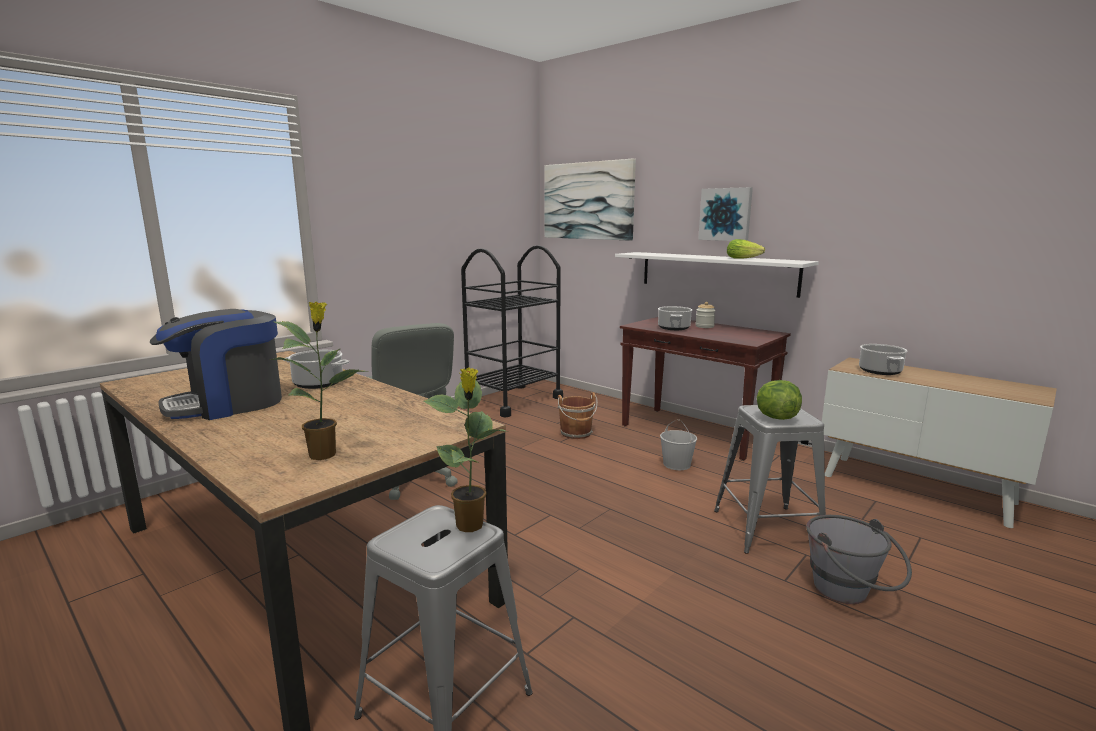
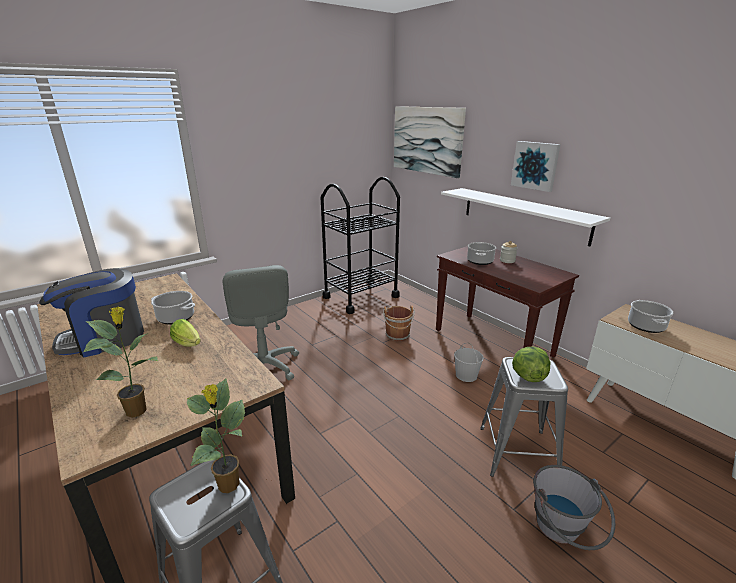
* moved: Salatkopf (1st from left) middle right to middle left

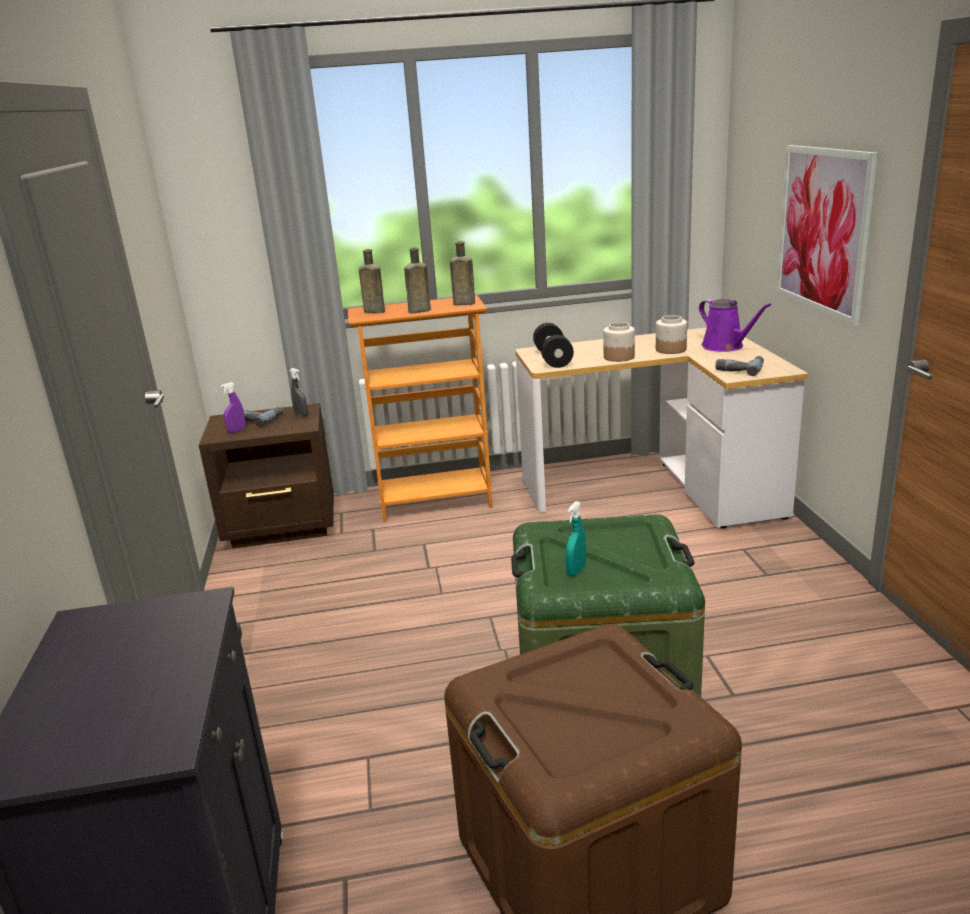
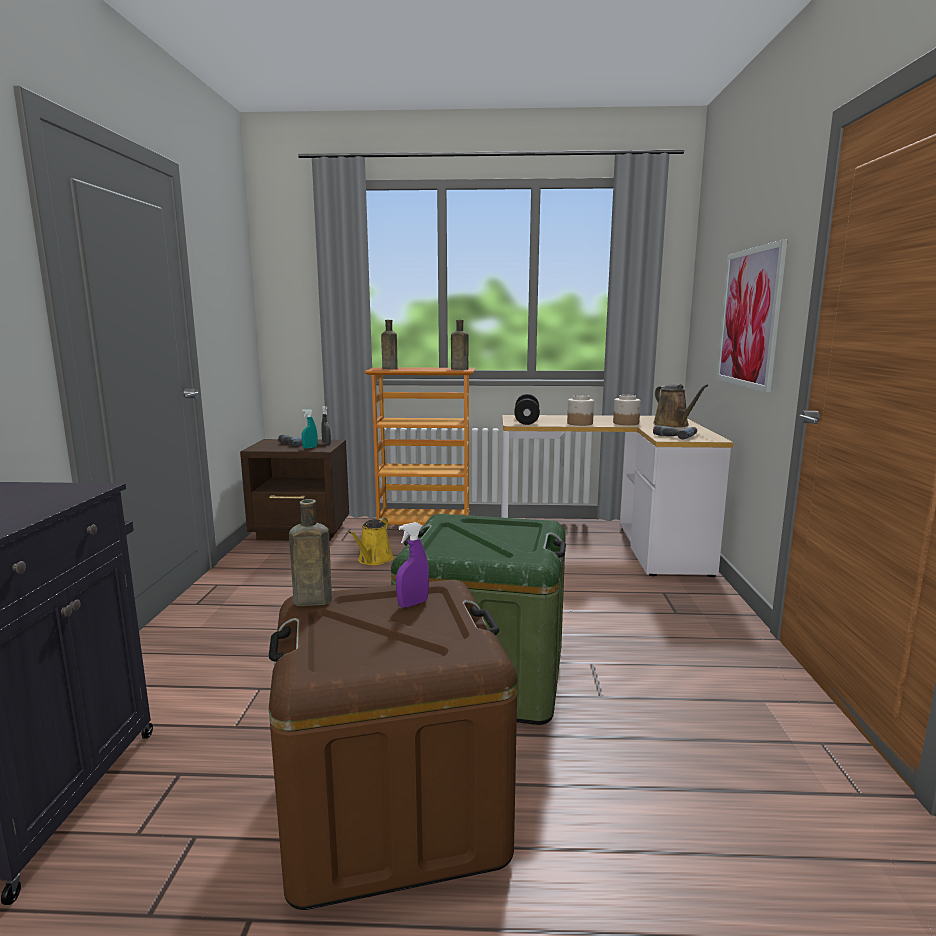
* moved: Flasche/braun (2nd from left in the first image) top centre to Flasche/braun (1st from left) middle left
* recoloured: Gießkanne/lila middle right to Gießkanne/braun middle right
* moved: Sprühflasche/lila middle left to centre
* moved: Sprühflasche/türkis centre to middle left
* added: Gießkanne/gelb centre

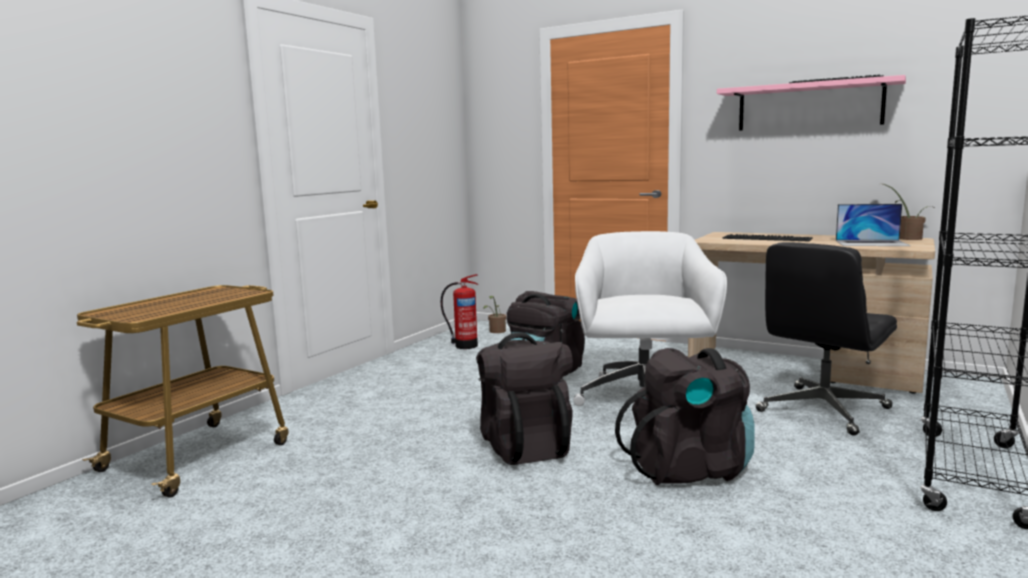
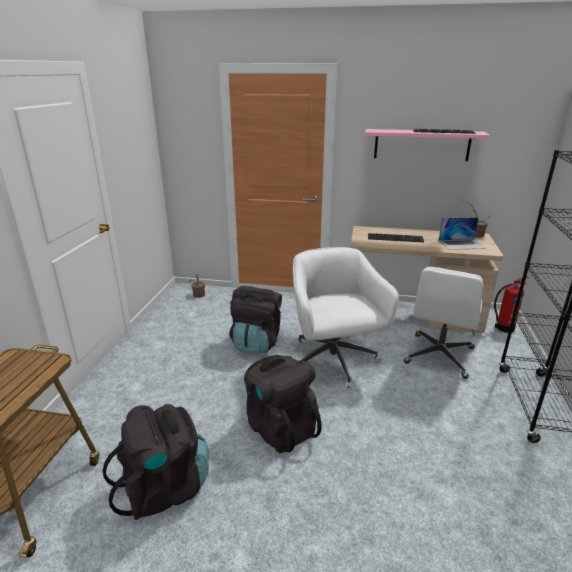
* recoloured: Bürostuhl/schwarz middle right to Bürostuhl/weiß (2nd from left) middle right
* moved: Feuerlöscher centre to middle right
* moved: Rucksack/schwarz (3rd from left in the first image) bottom centre to Rucksack/schwarz (1st from left) bottom left

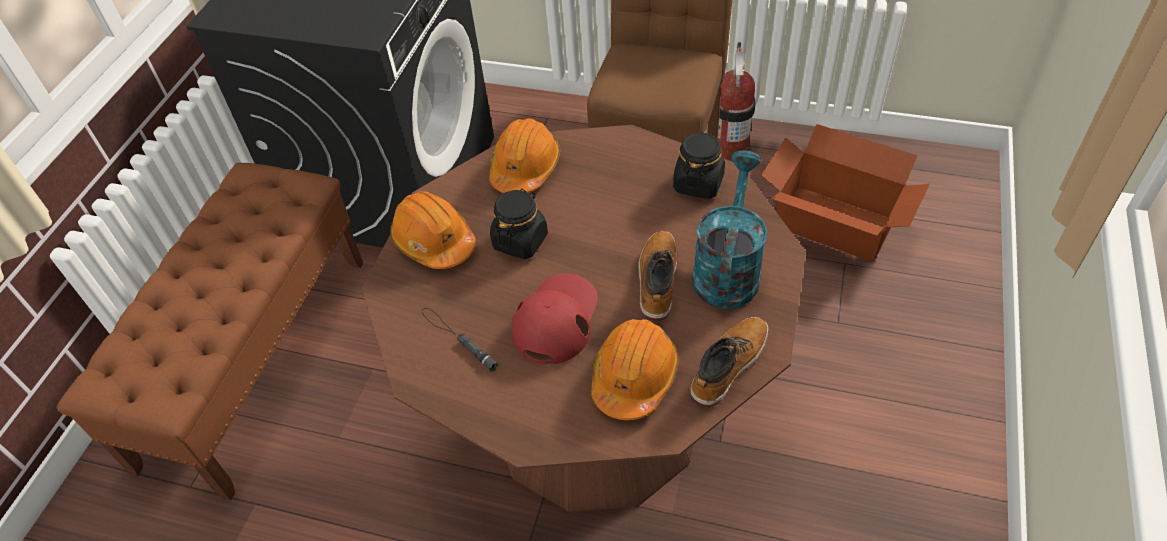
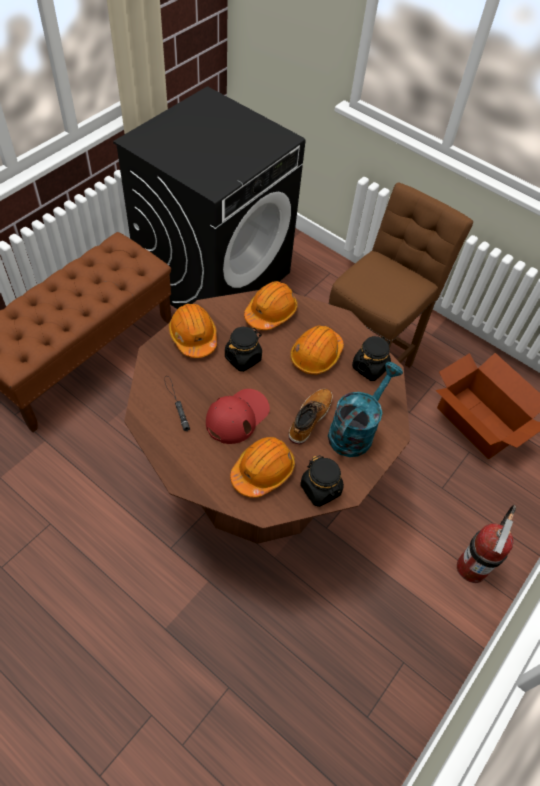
* moved: Feuerlöscher top centre to bottom right
* replaced: Stiefel (2nd from left) bottom centre to Vorratsglas/schwarz (2nd from left) centre
* added: Schutzhelm/orange (4th from left) centre

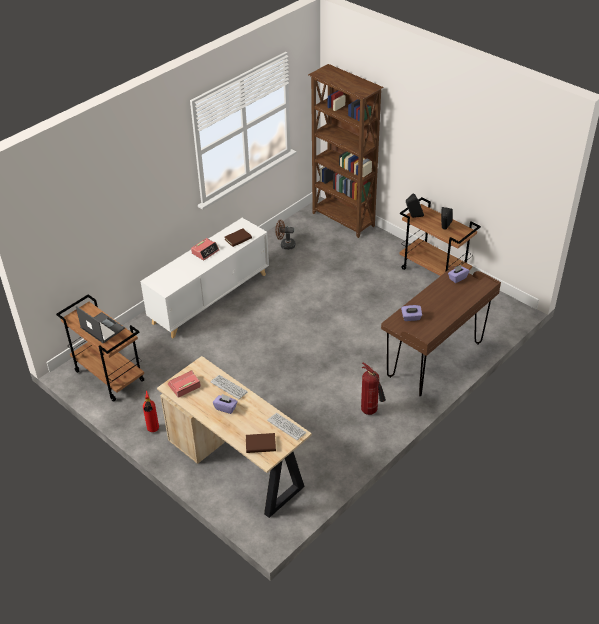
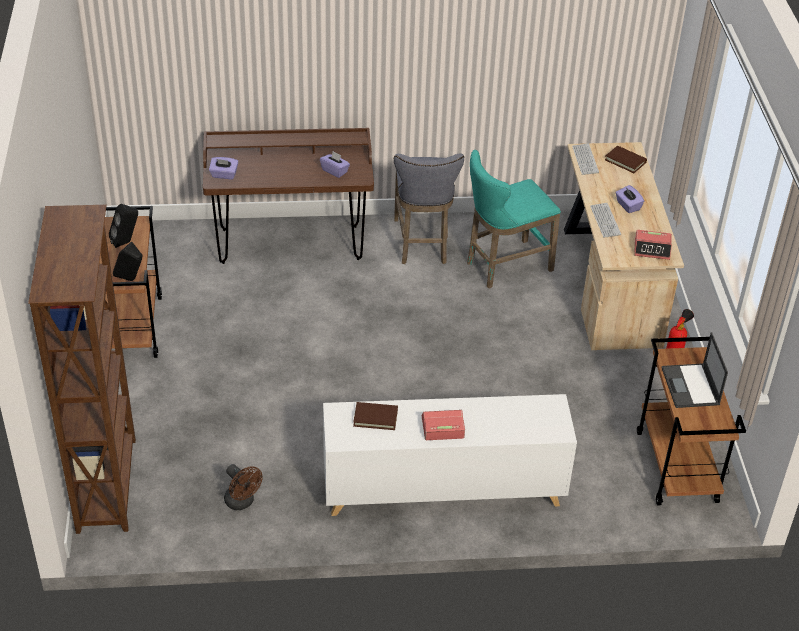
* replaced: Feuerlöscher (2nd from left) centre to Hocker/grau top centre
* added: Hocker/türkis centre

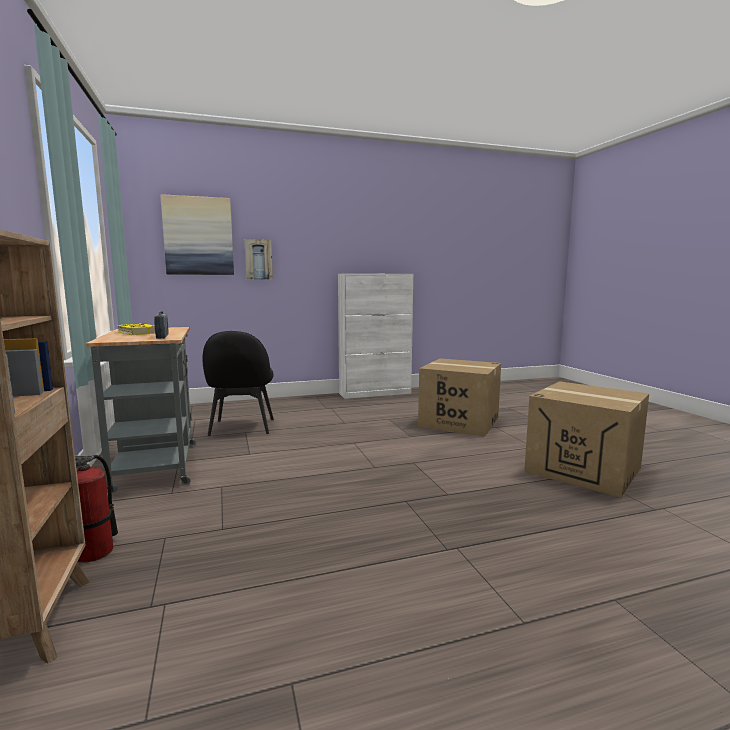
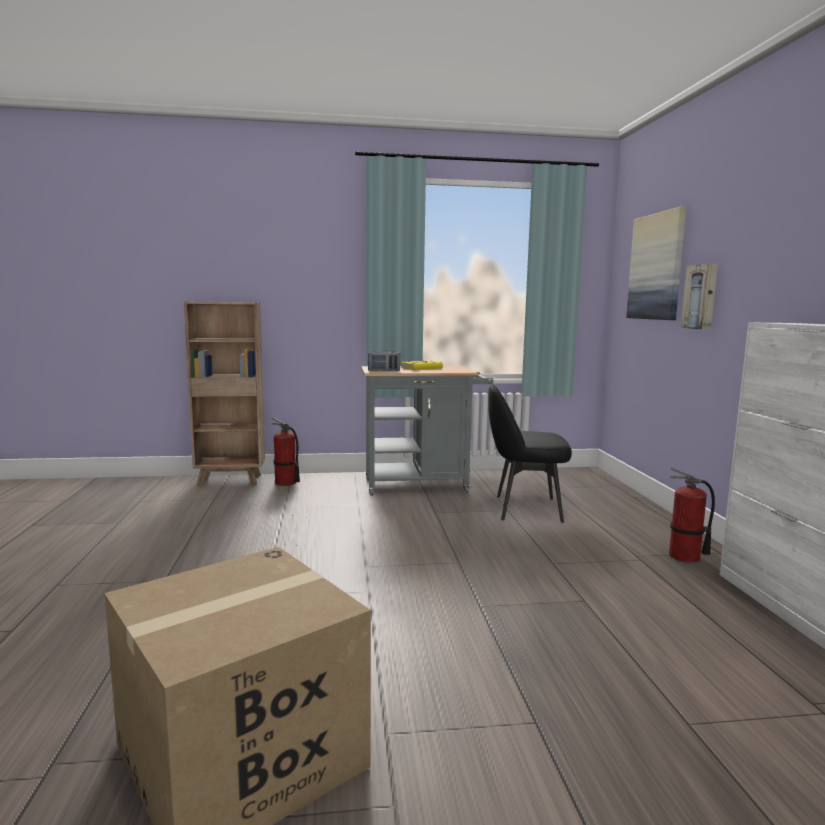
* removed: Karton (1st from left) centre
* added: Feuerlöscher (2nd from left) middle right

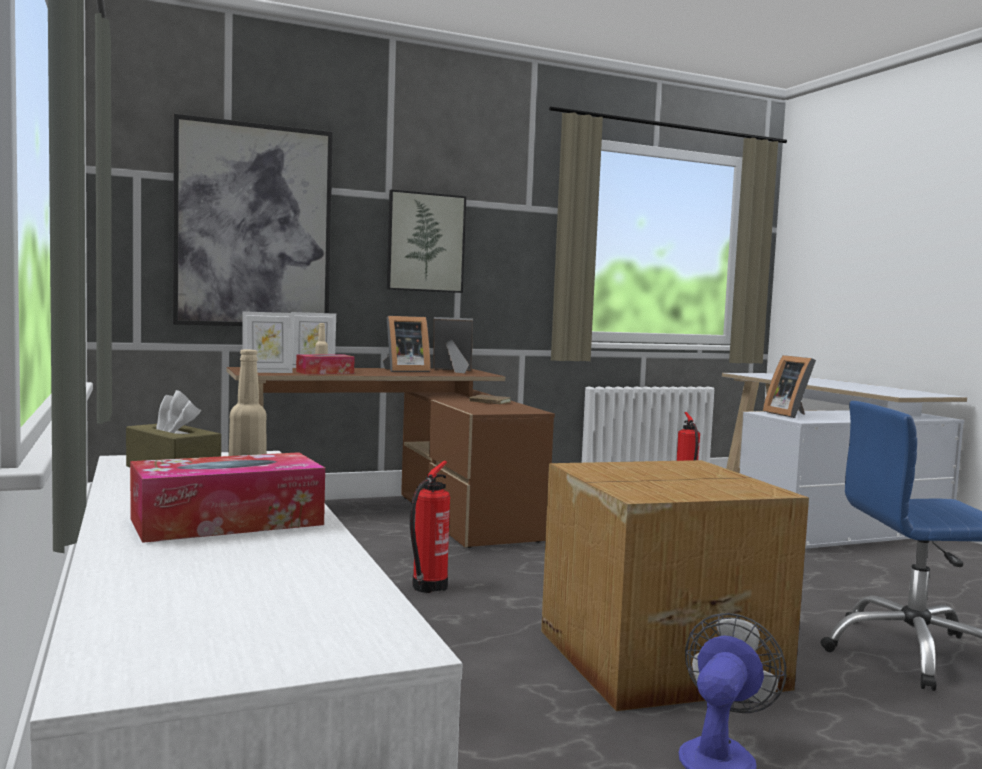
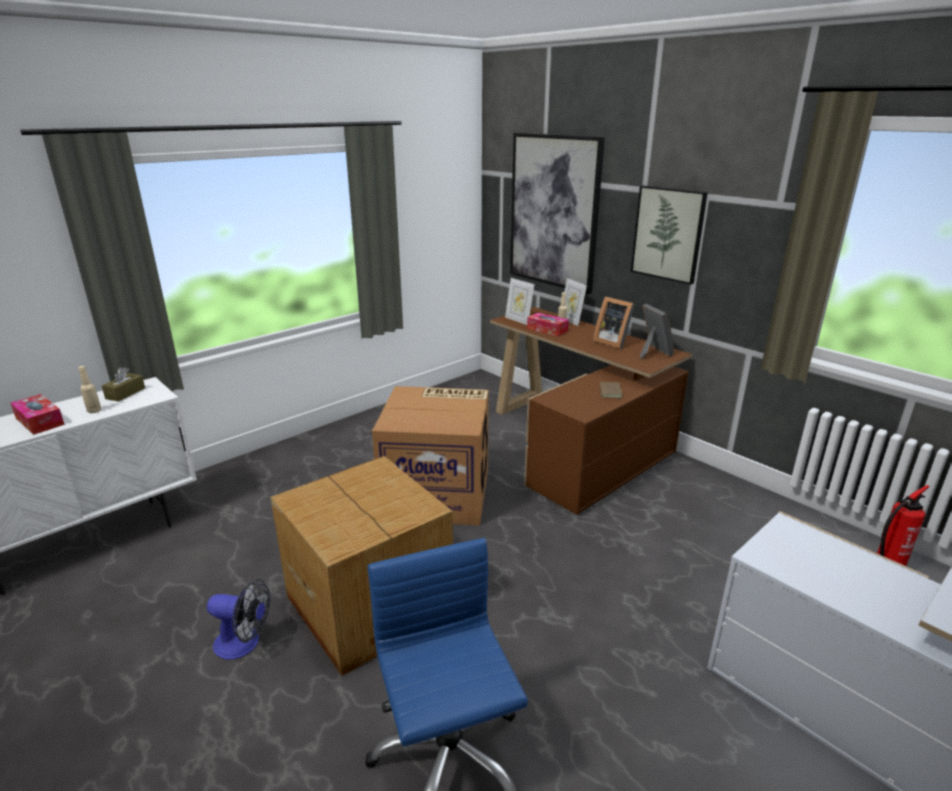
* removed: Bilderrahmen (5th from left) middle right
* replaced: Feuerlöscher (1st from left) bottom centre to Karton (2nd from left) centre

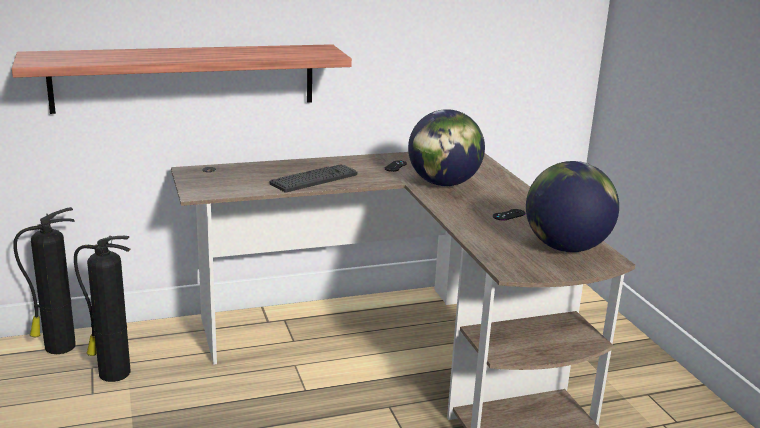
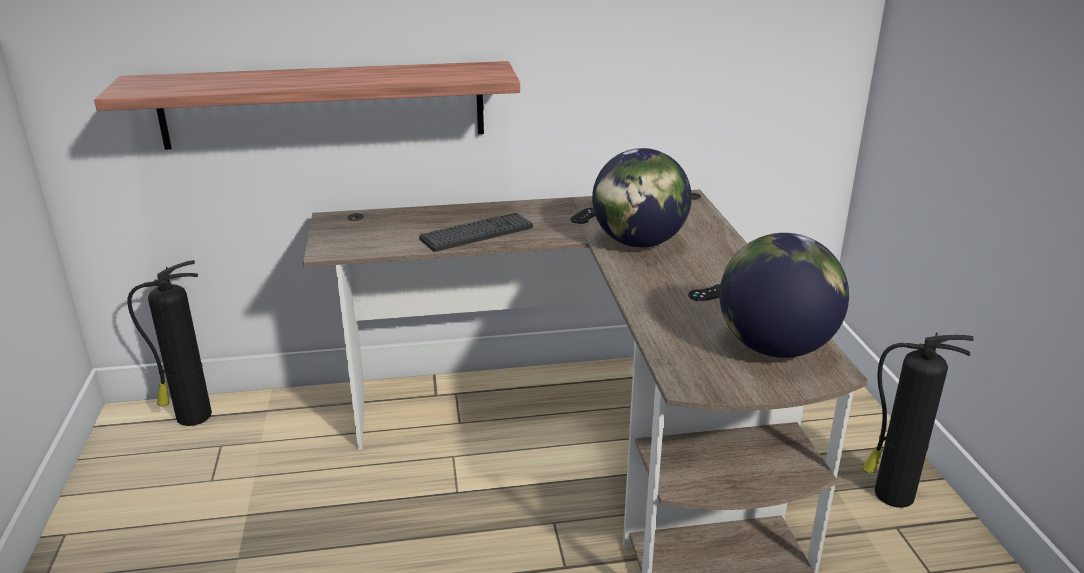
* moved: Feuerlöscher (2nd from left) bottom left to bottom right

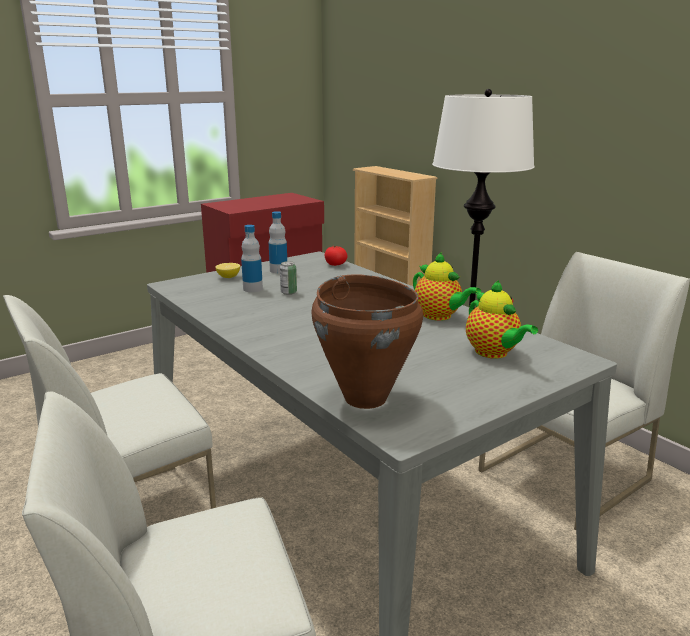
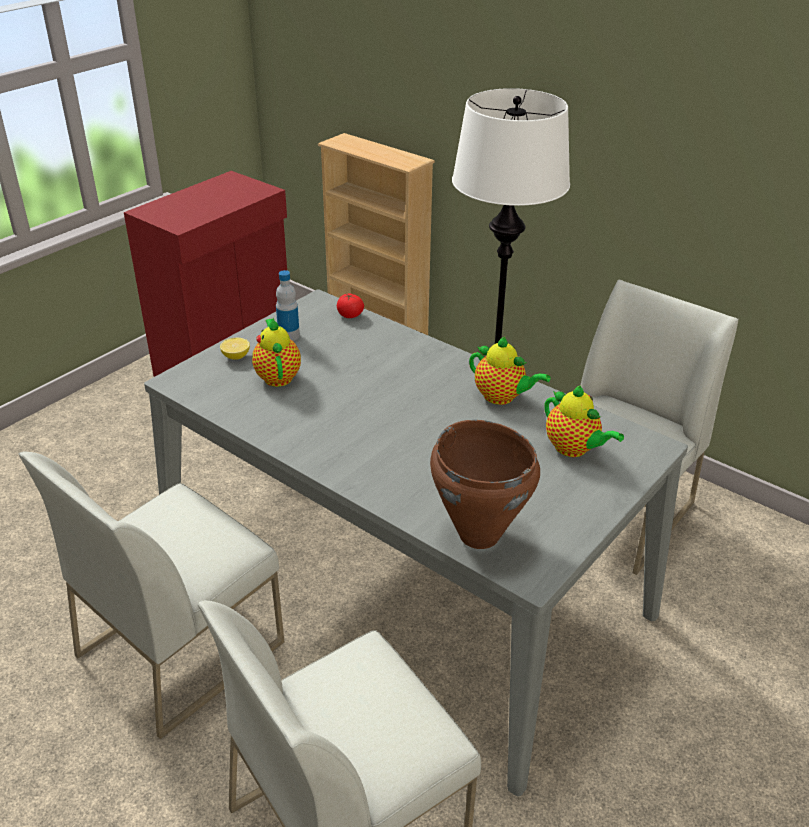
* replaced: Flasche (1st from left) centre to Teekanne (1st from left) centre
* removed: Dose centre

